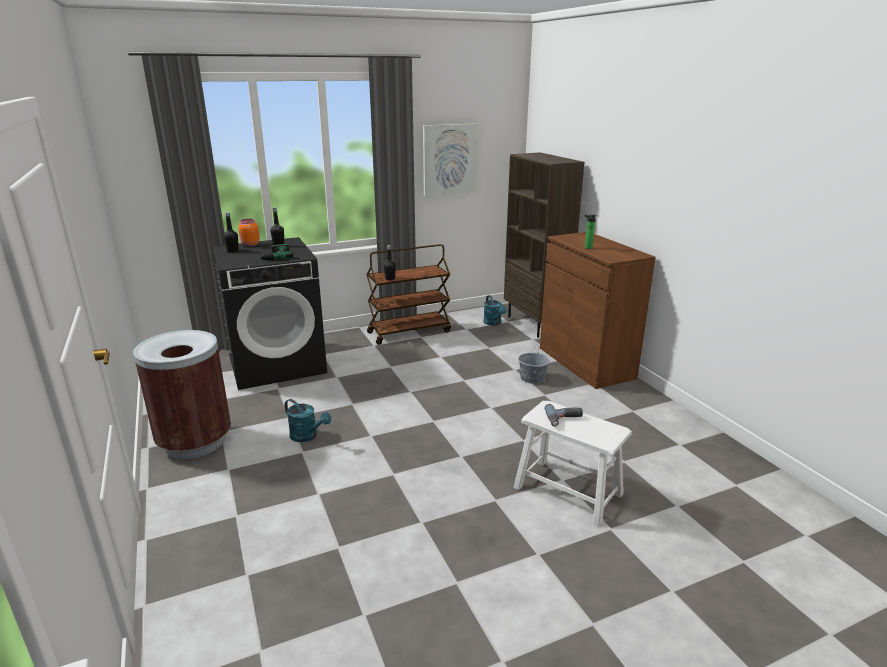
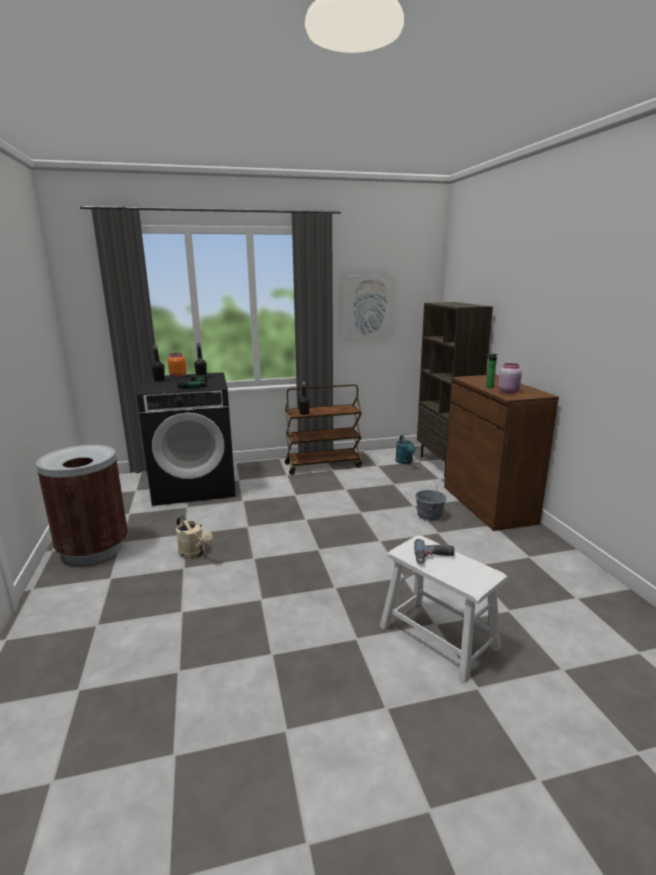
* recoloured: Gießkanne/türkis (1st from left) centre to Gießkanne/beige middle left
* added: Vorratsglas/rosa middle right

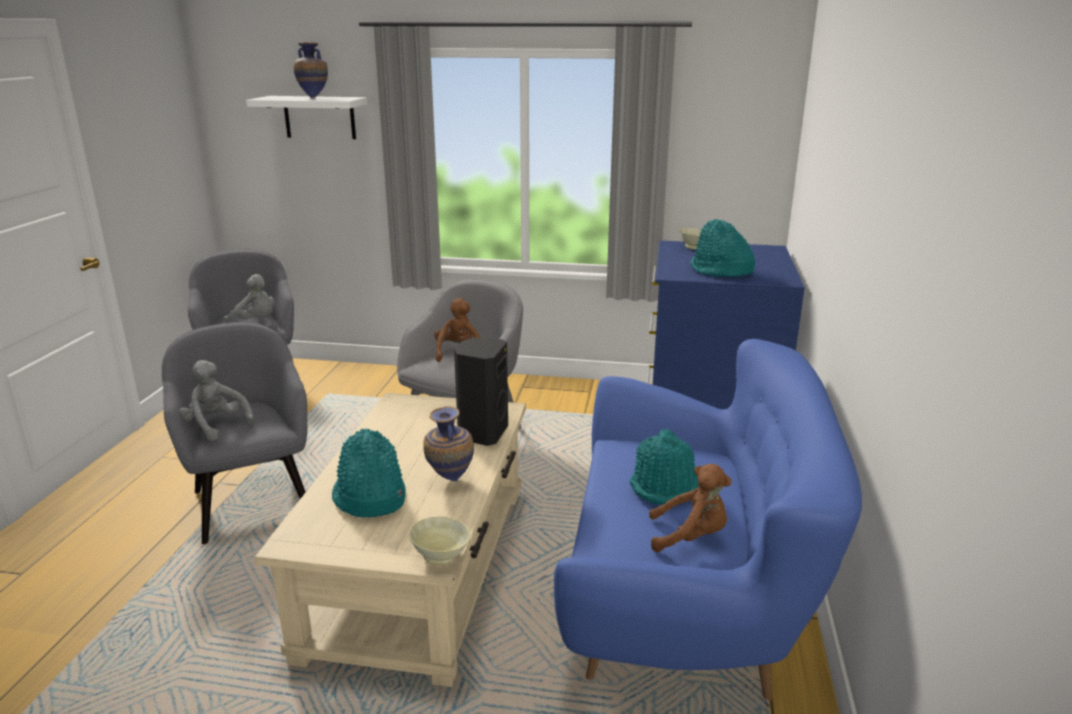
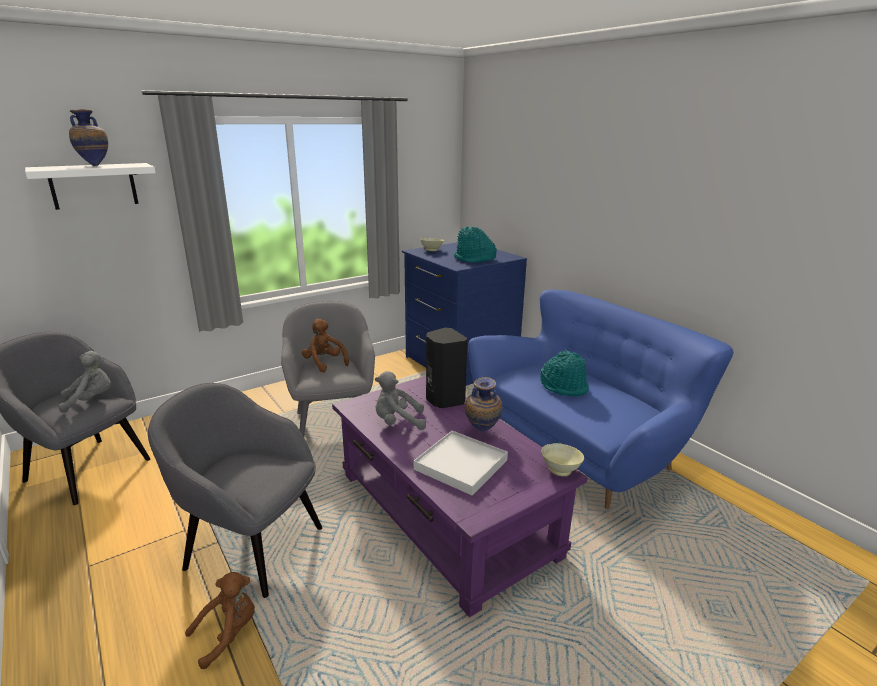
* moved: Plüschtier/grau (1st from left in the first image) middle left to Plüschtier/grau (2nd from left) centre
* recoloured: Couchtisch/beige bottom centre to Couchtisch/lila bottom centre
* replaced: Hut/türkis (1st from left) centre to Tablett/weiß bottom centre
* moved: Plüschtier/braun (2nd from left in the first image) bottom centre to Plüschtier/braun (1st from left) bottom left

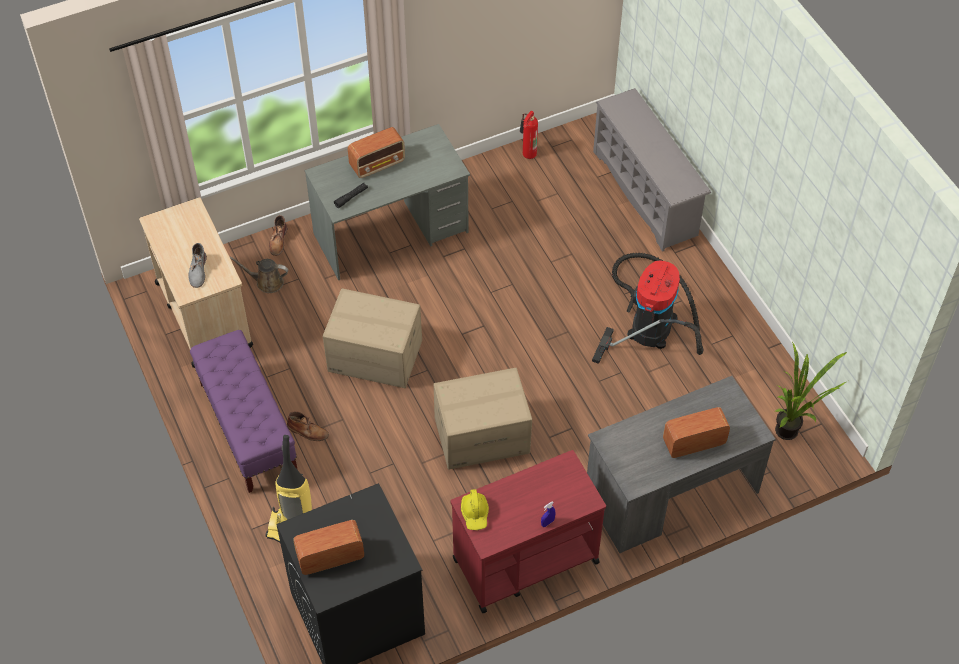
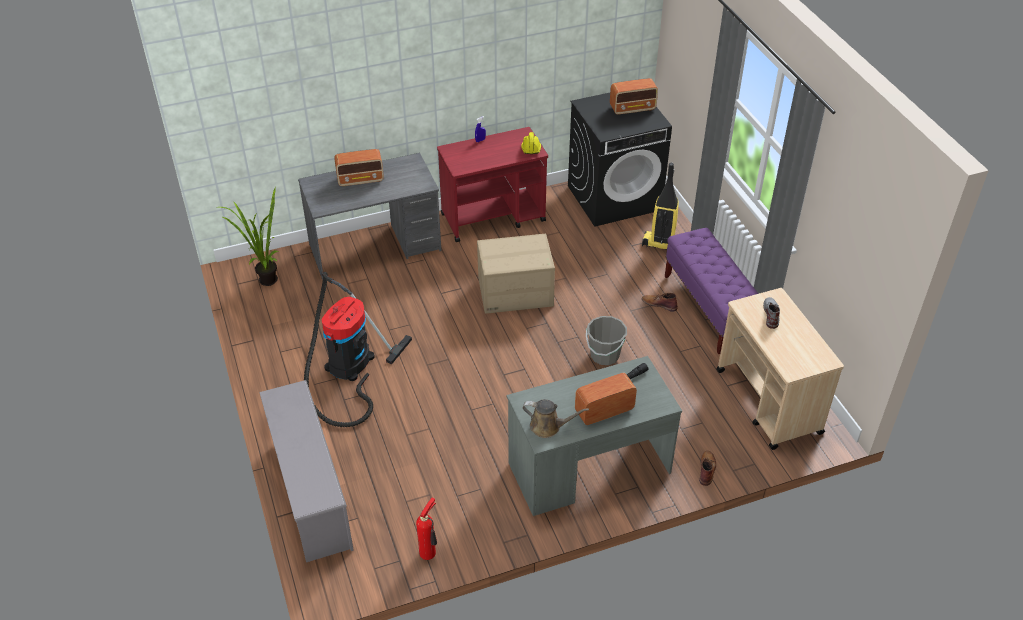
* moved: Gießkanne/braun middle left to bottom centre
* replaced: Karton (1st from left) centre to Eimer/grau centre

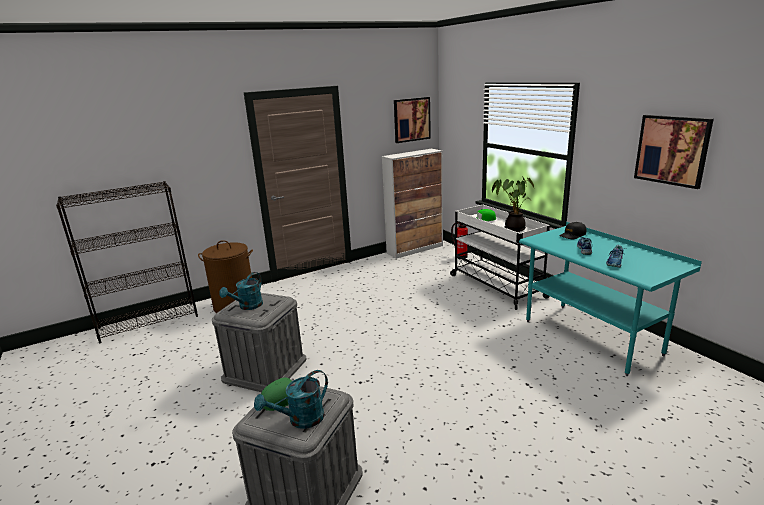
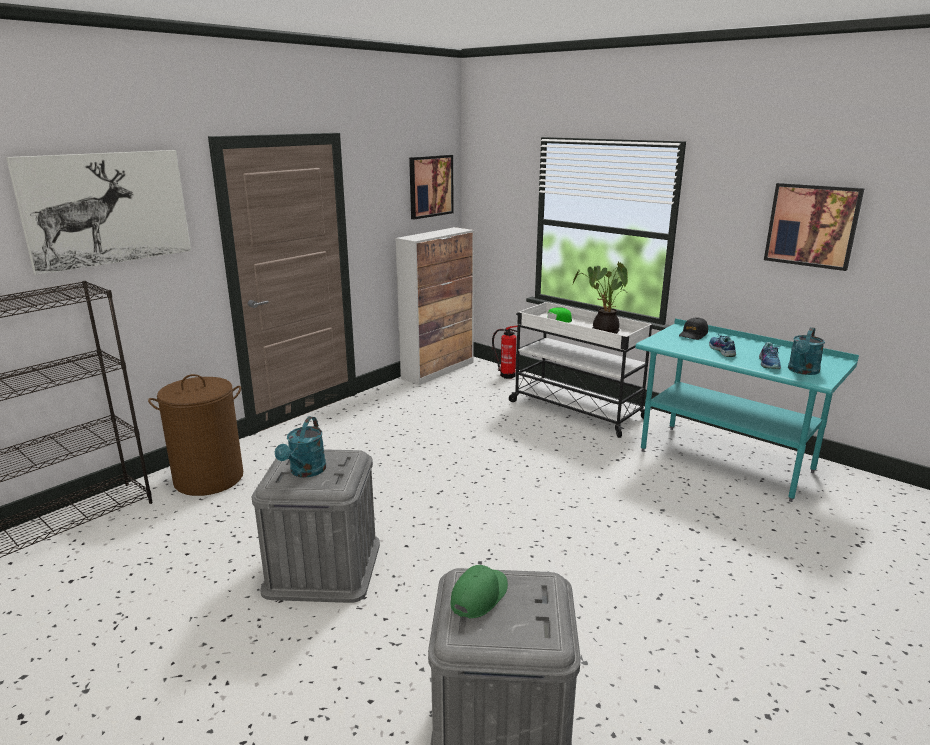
* moved: Gießkanne/türkis (2nd from left) bottom centre to middle right
* added: Bild (1st from left) top left

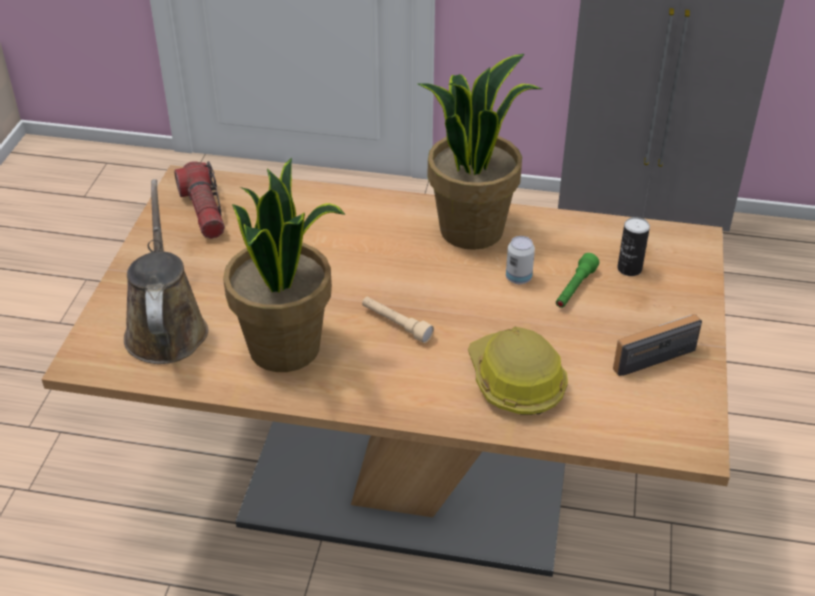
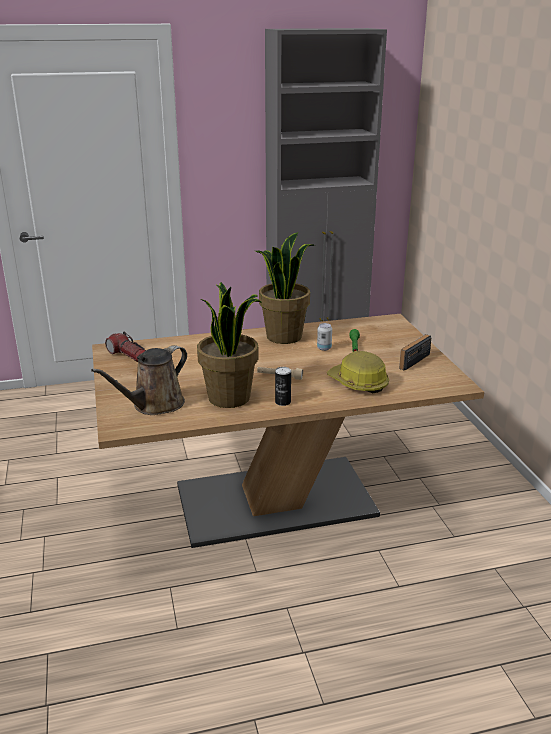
* turned: Gießkanne/braun middle left = middle left 105 degrees counterclockwise
* moved: Dose (2nd from left in the first image) middle right to Dose (1st from left) centre

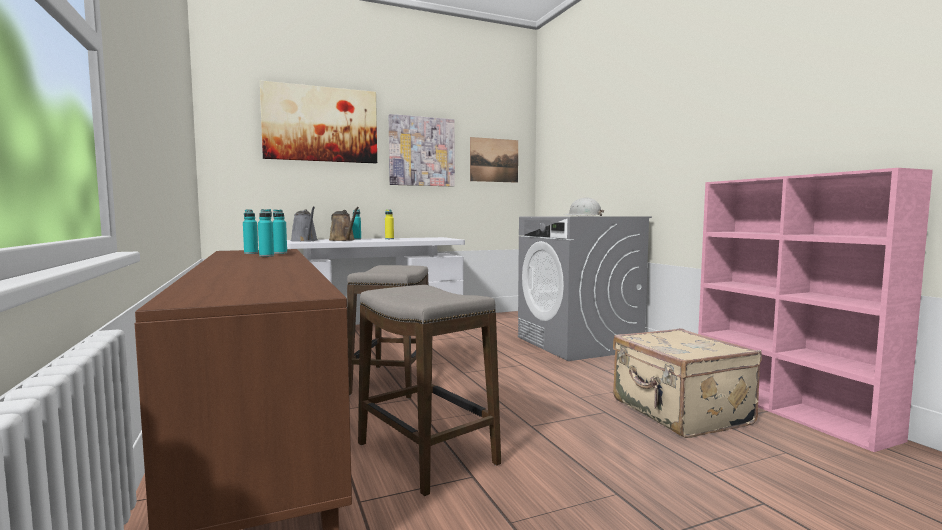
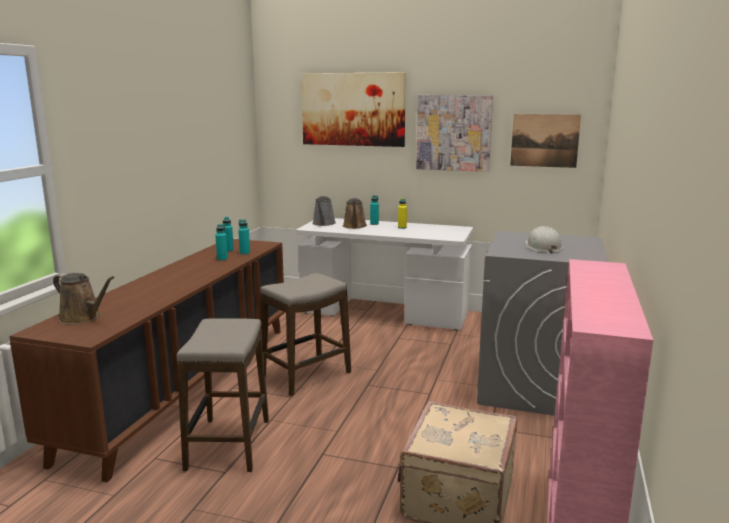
* added: Gießkanne/braun (1st from left) middle left

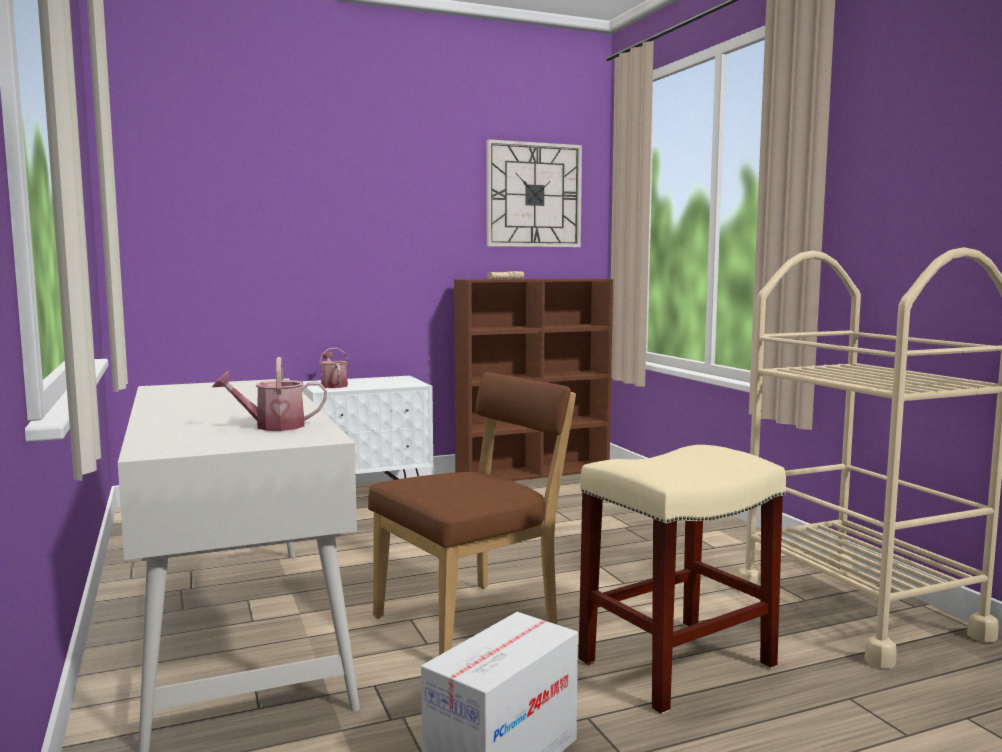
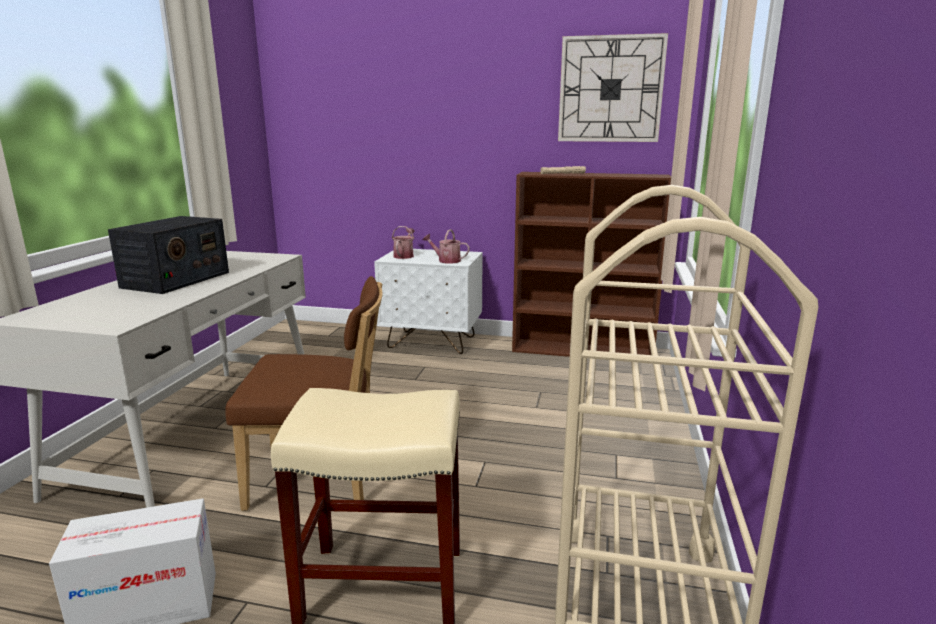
* moved: Gießkanne (1st from left in the first image) middle left to Gießkanne (2nd from left) centre
* added: Radio middle left

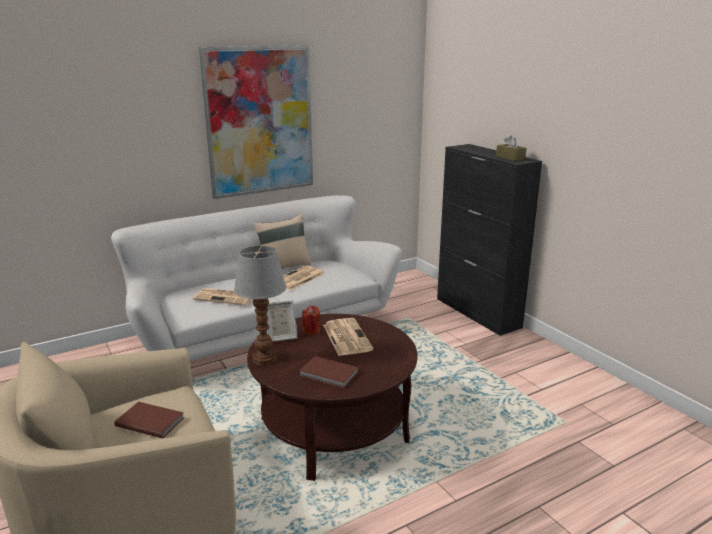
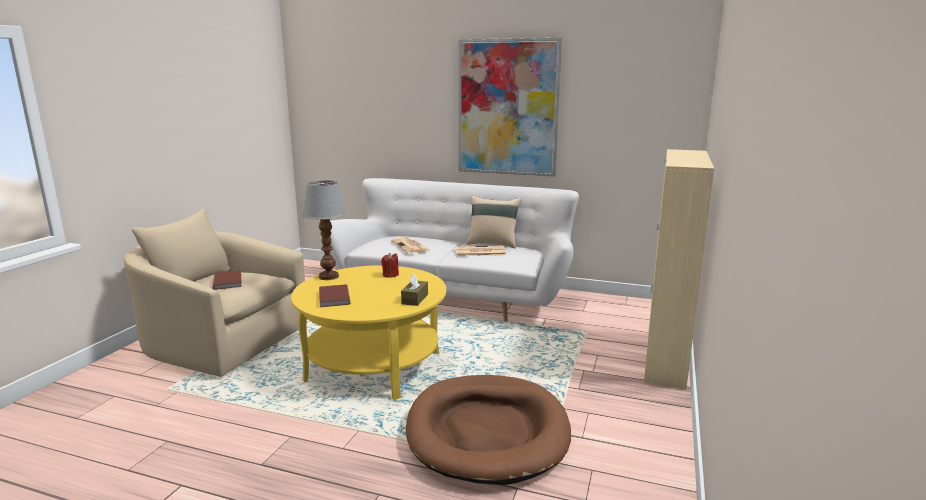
* moved: Taschentuchbox/braun top right to centre
* recoloured: Schrank/schwarz middle right to Schrank/beige middle right
* removed: Bilderrahmen centre
* recoloured: Couchtisch/braun bottom centre to Couchtisch/gelb centre
* removed: Zeitung (3rd from left) centre
* added: Hundebett/braun bottom centre

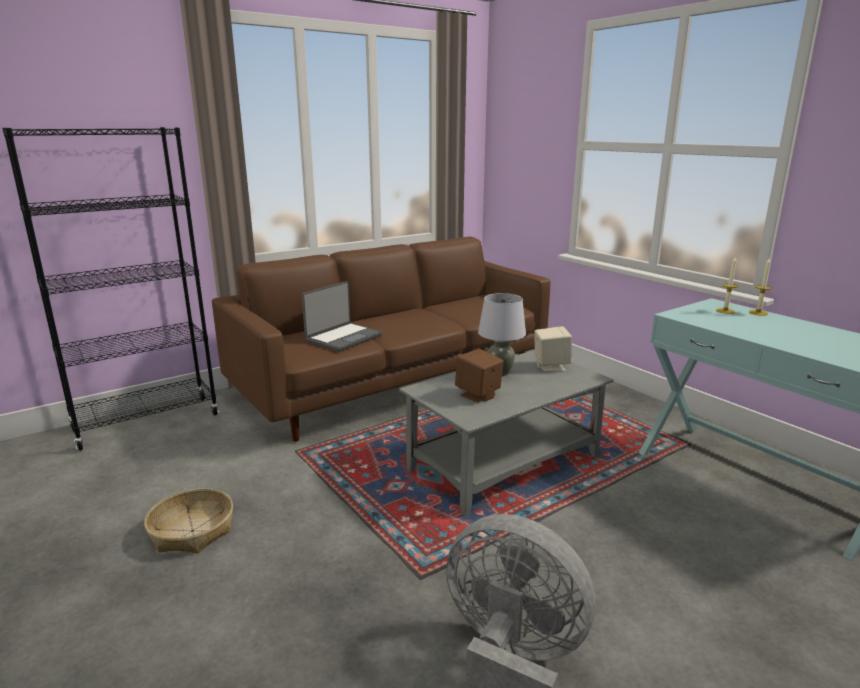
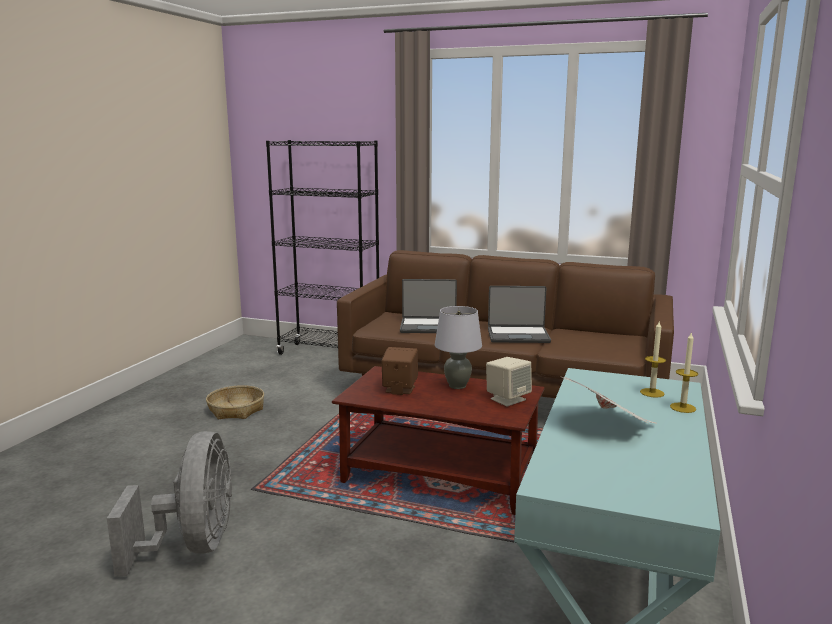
* recoloured: Couchtisch/grau centre to Couchtisch/braun bottom centre
* added: Laptop (2nd from left) centre
* added: Zeitung middle right

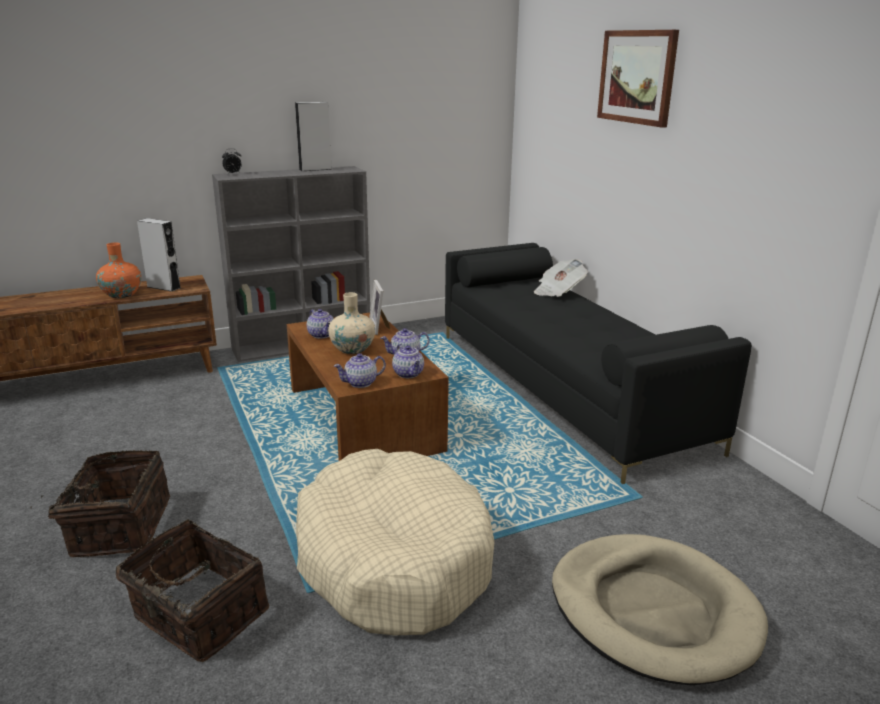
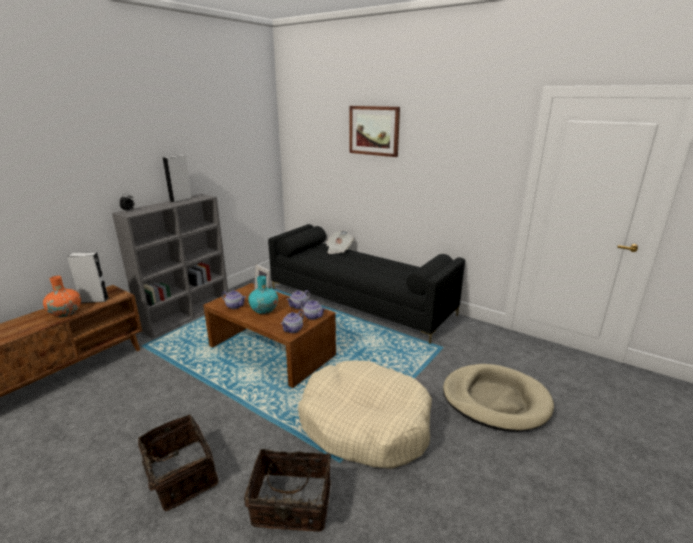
* recoloured: Vase/beige centre to Vase/türkis centre

